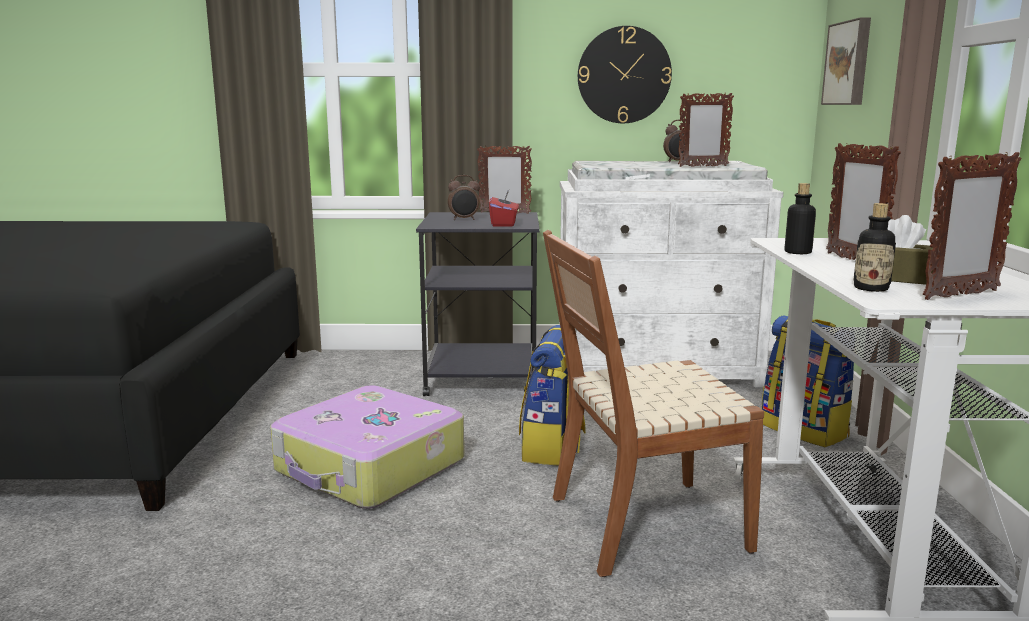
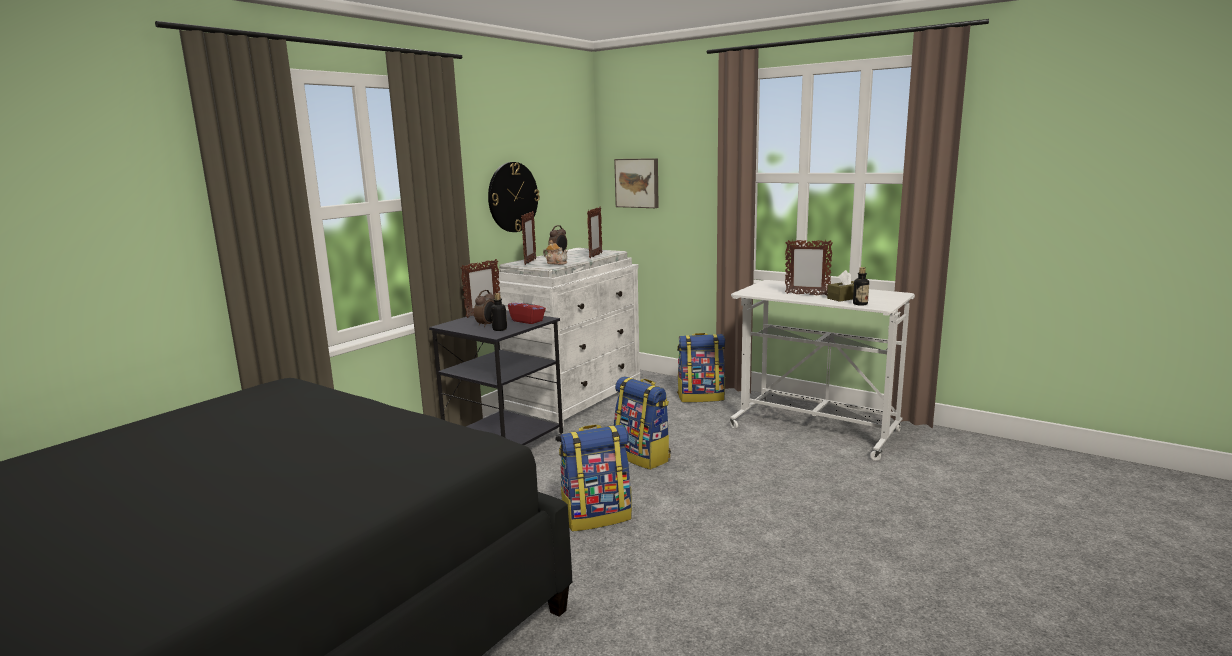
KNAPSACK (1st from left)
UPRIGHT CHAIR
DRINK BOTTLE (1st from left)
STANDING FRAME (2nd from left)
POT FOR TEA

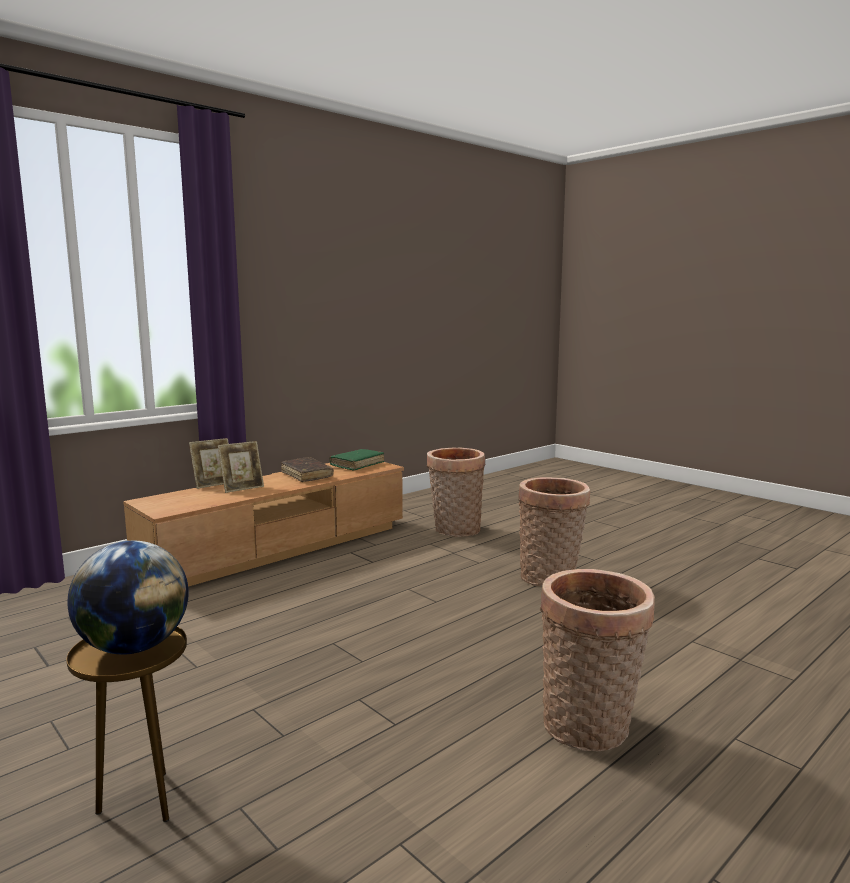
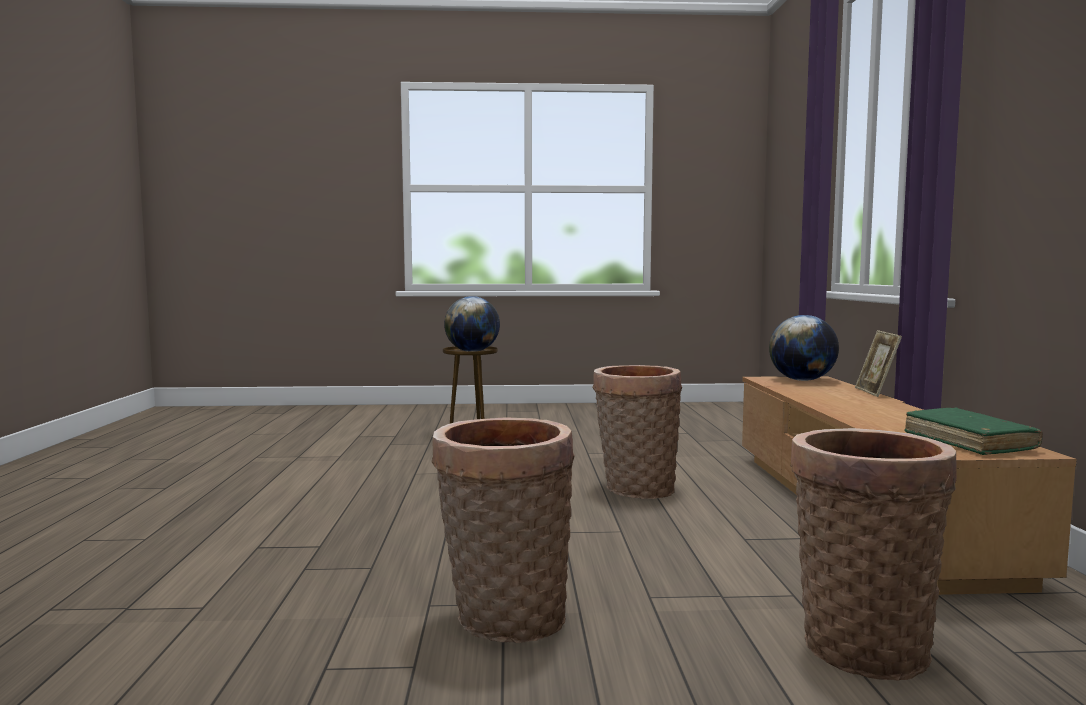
STANDING FRAME (2nd from left in the first image)
BROWN BOUND BOOK
STORAGE BASKET (2nd from left)
GLOBE (2nd from left)

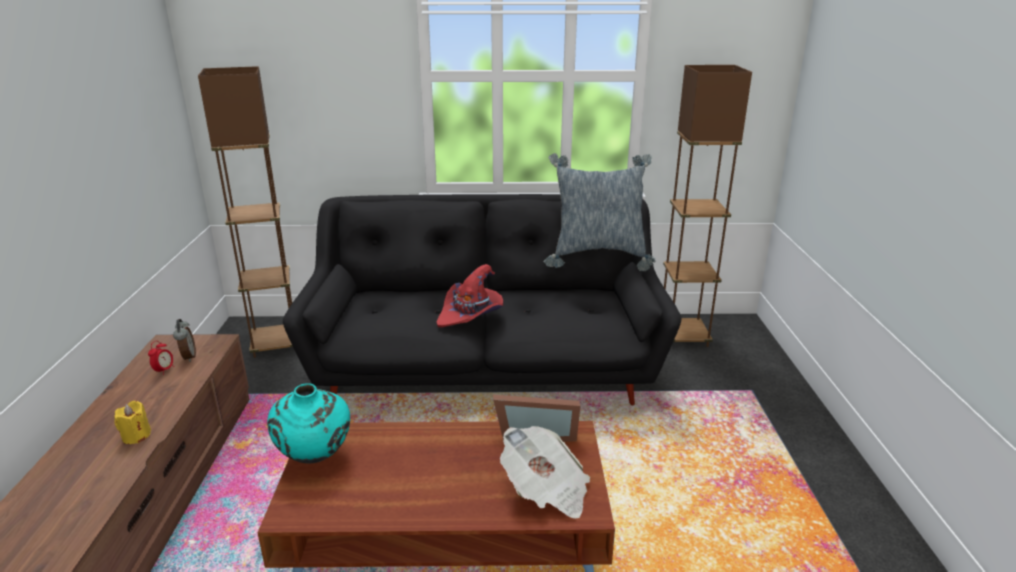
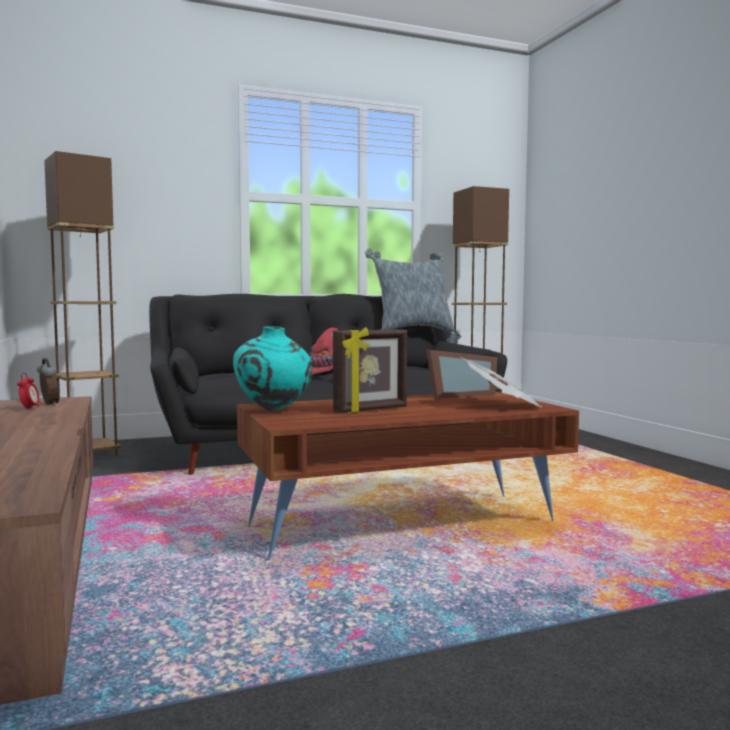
YELLOWISH WAX CANDLE
STANDING FRAME (1st from left)

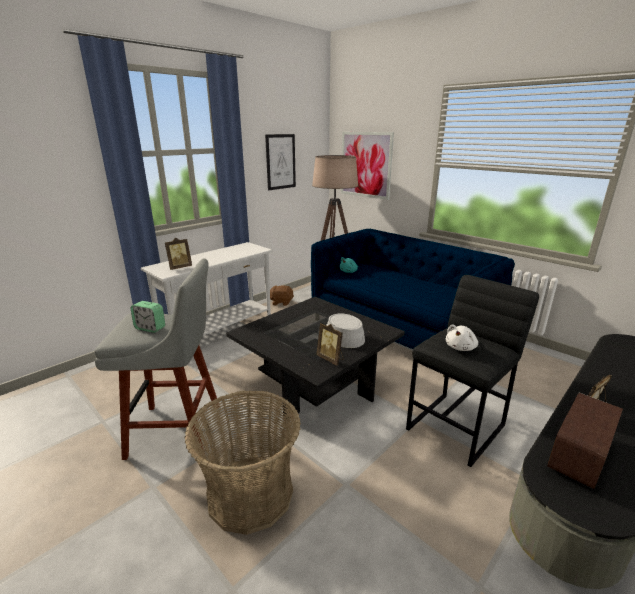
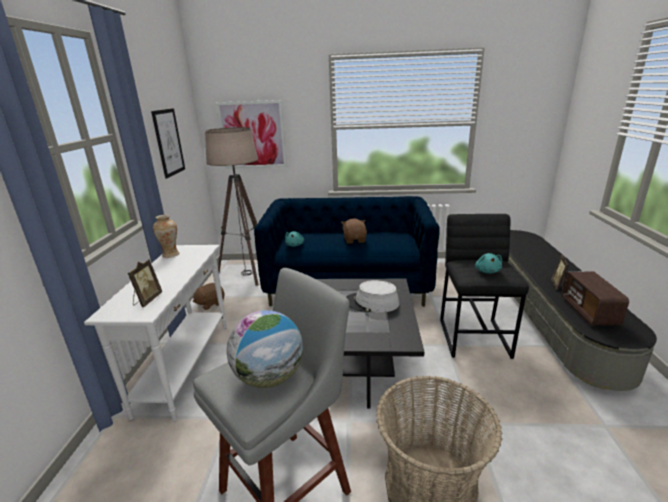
GLOBE
STANDING FRAME (2nd from left in the first image)
TURQUOISE-COLOURED SOFT TOY (2nd from left)
FLOWER VASE
BROWN SOFT TOY (2nd from left)

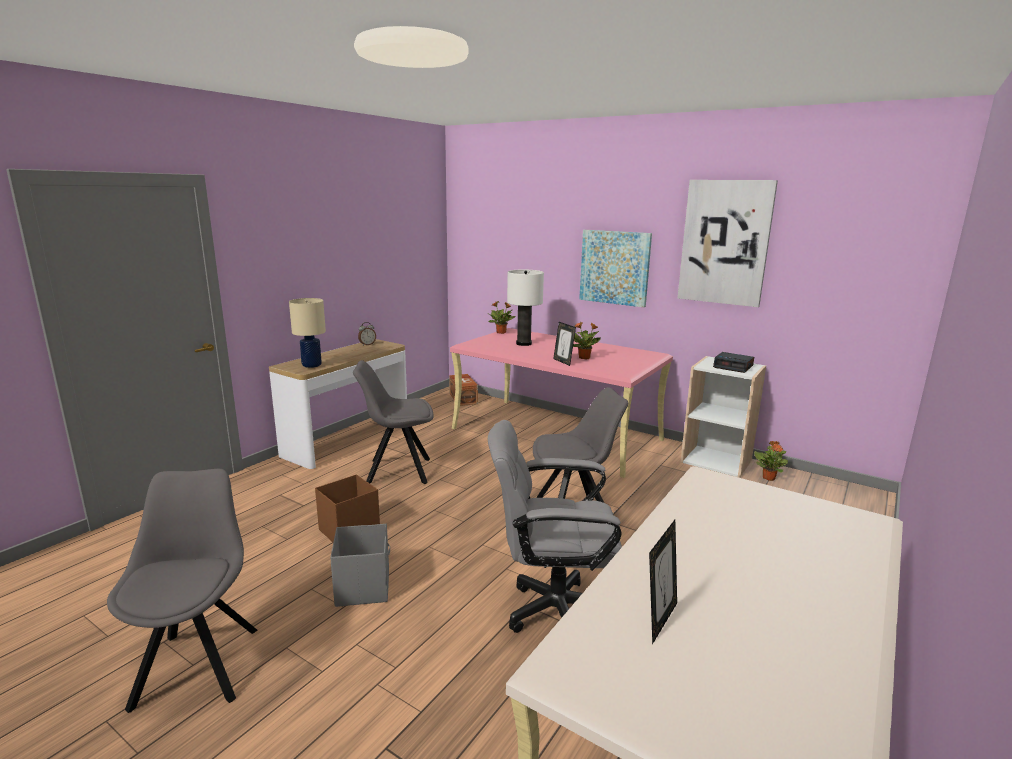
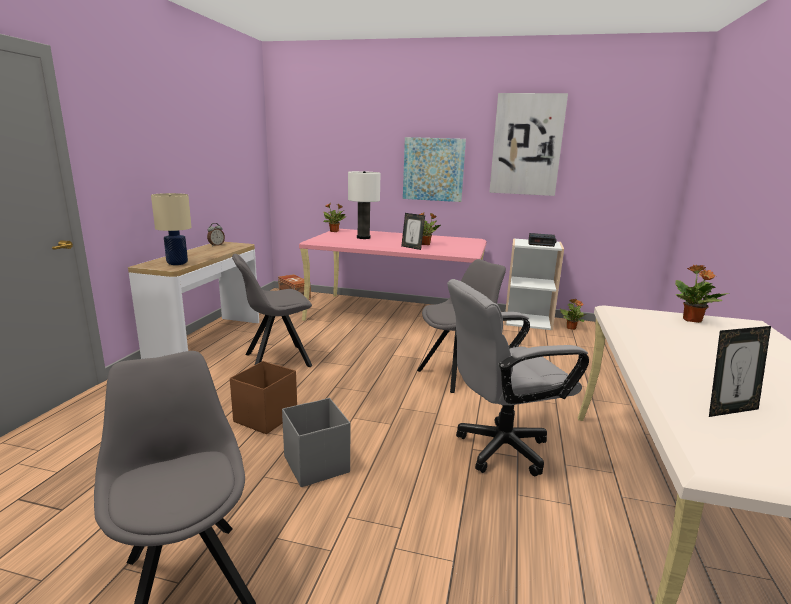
STANDING FRAME (2nd from left)
PLANT IN A POT (4th from left)

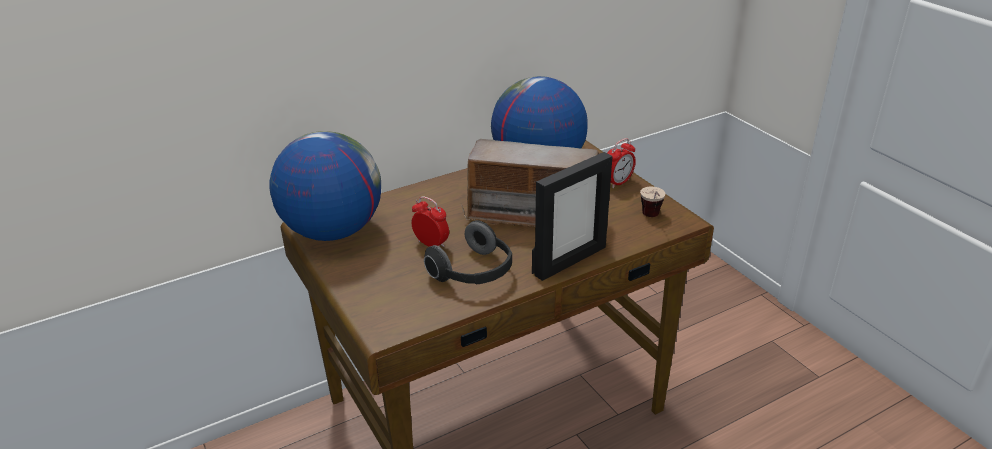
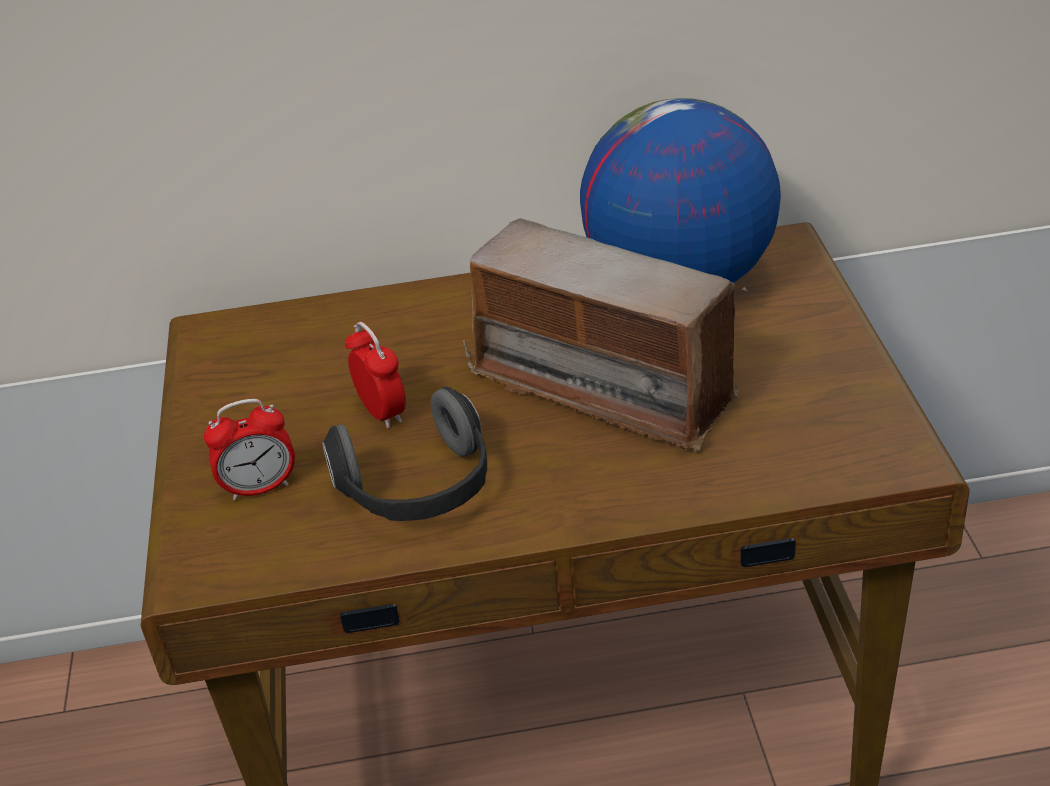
GLOBE (1st from left in the first image)
STANDING FRAME
ALARM CLOCK (1st from left)
DRINKING CUP

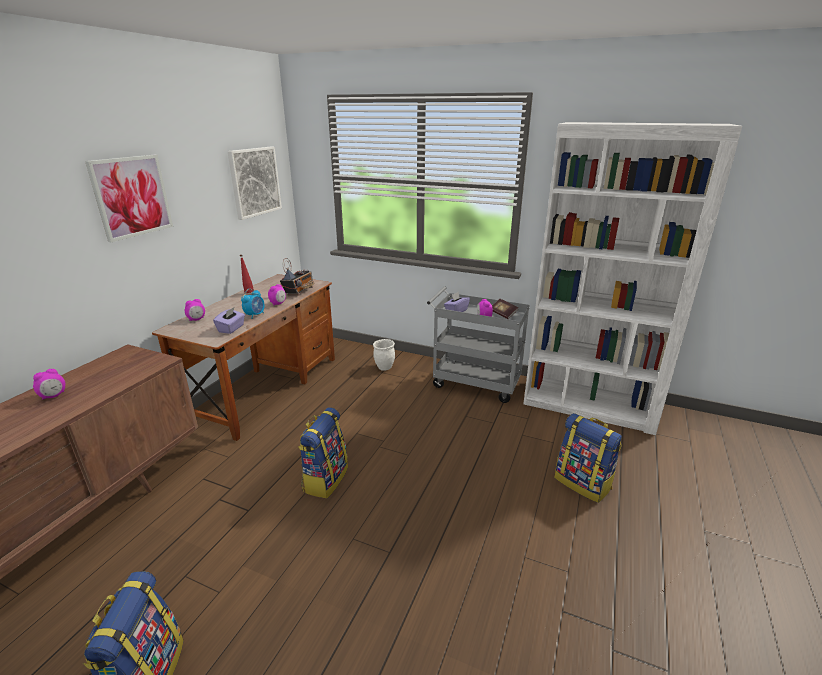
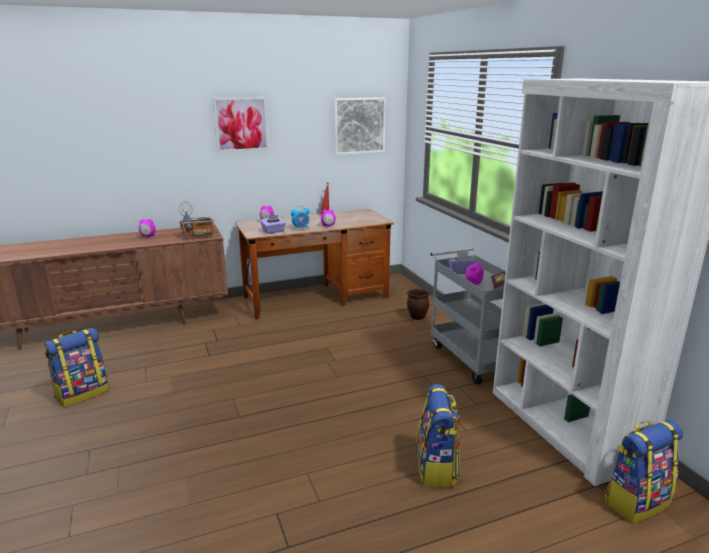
RADIO SET
KNAPSACK (3rd from left)
BROWN PLANTER

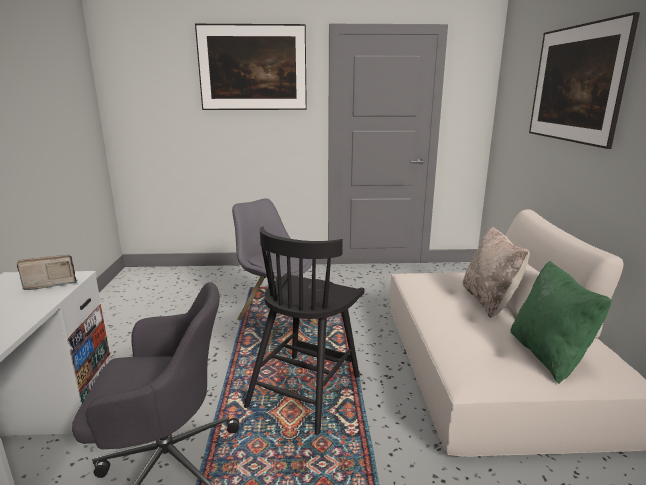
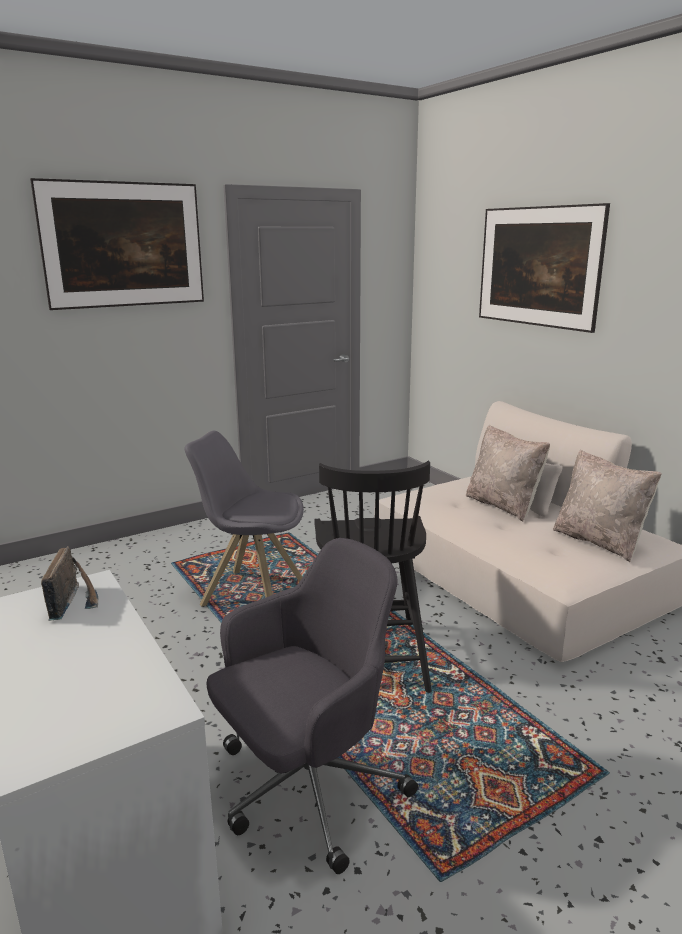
RADIO SET
BEIGE-COLOURED CUSHION (2nd from left)

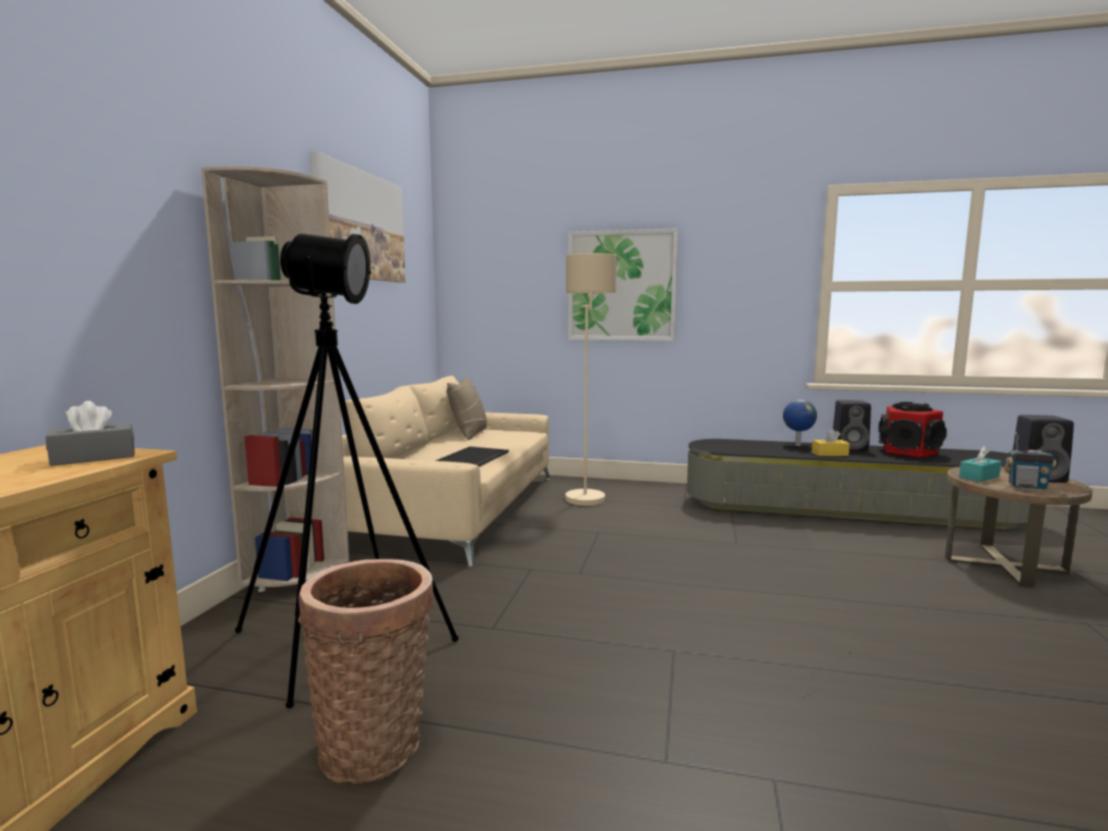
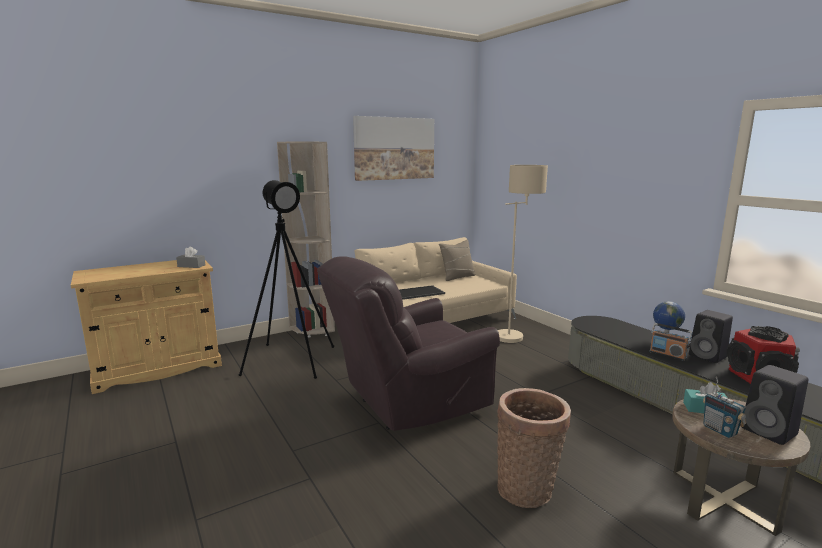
STORAGE BASKET
WALL PICTURE (2nd from left in the first image)
RADIO SET (1st from left)
BROWN EASY CHAIR

